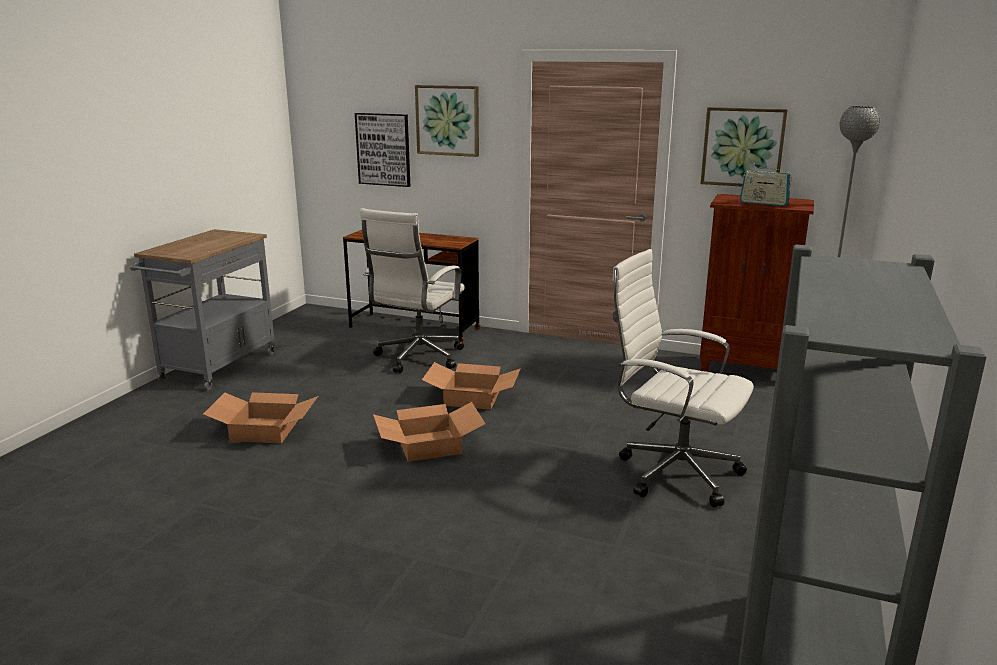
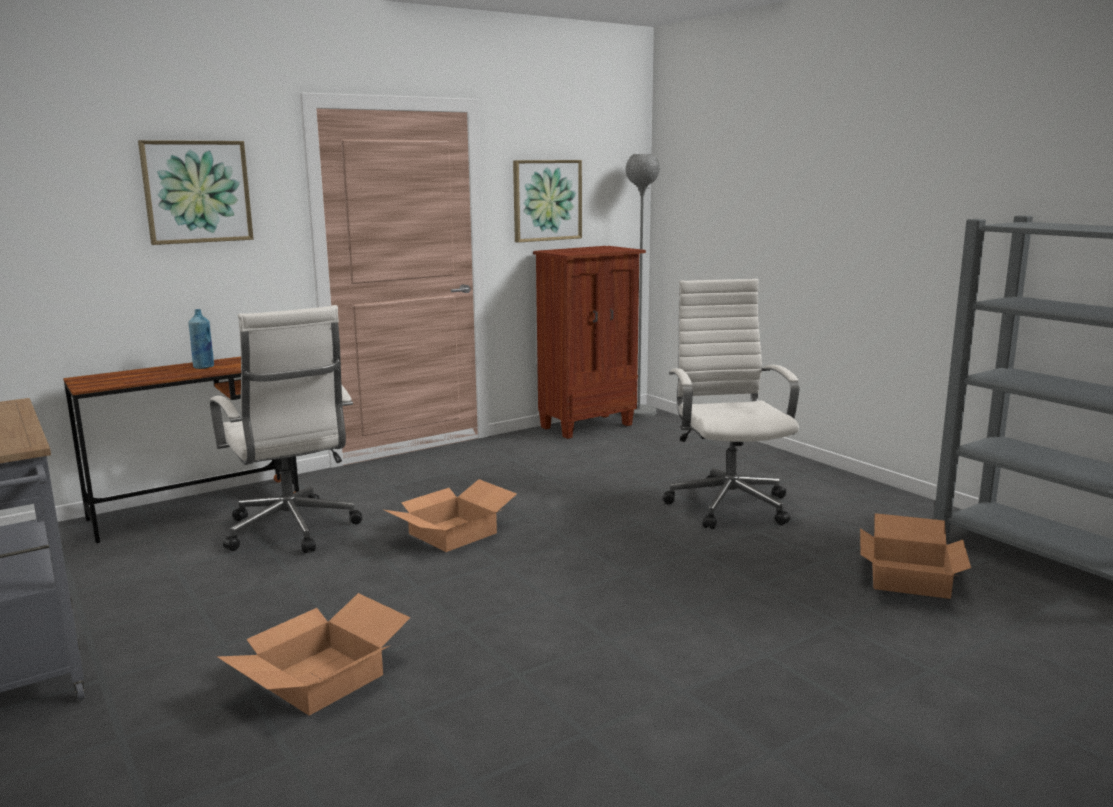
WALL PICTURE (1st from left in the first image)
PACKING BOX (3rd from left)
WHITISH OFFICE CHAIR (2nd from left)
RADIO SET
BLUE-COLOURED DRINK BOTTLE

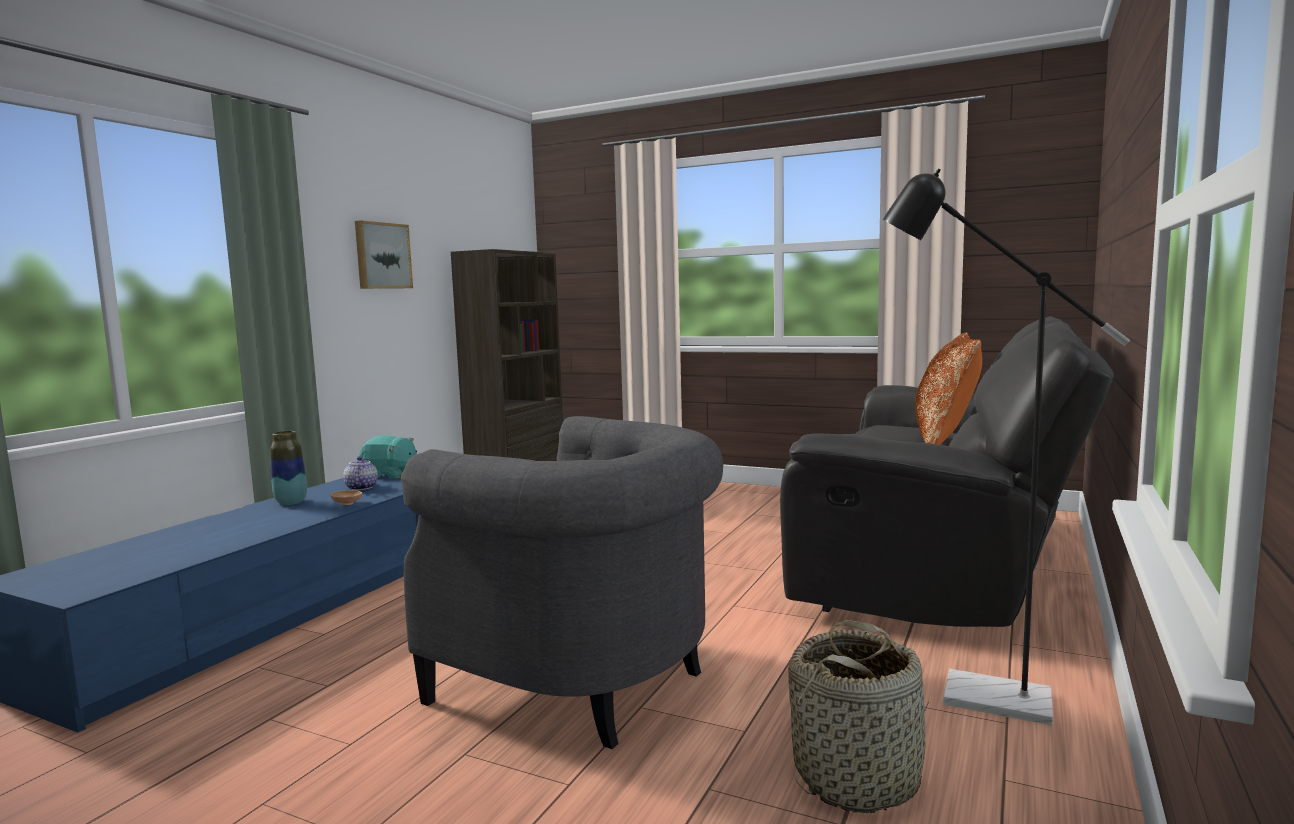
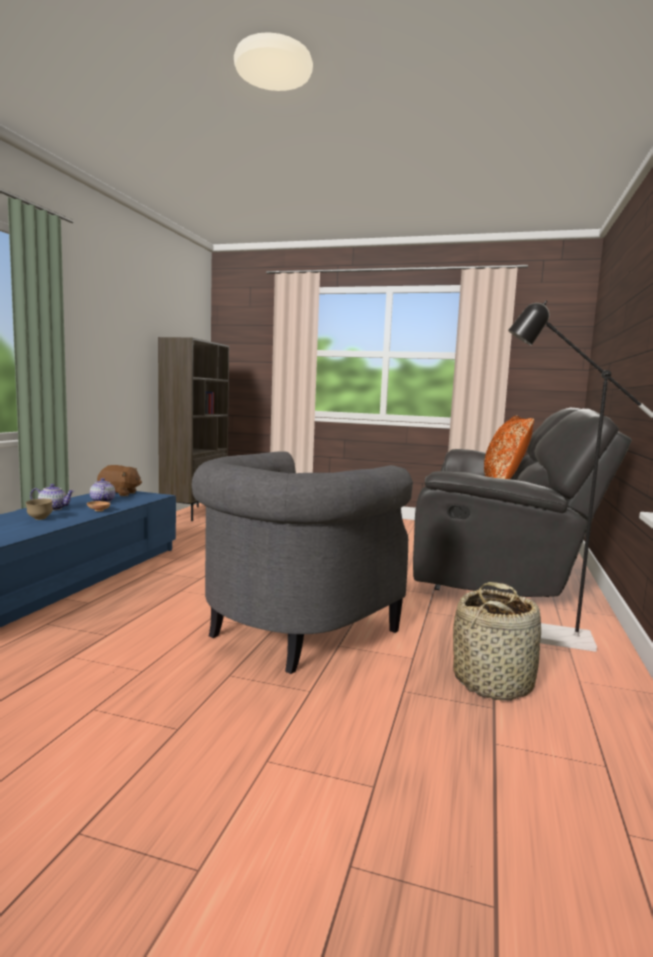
POT FOR TEA (1st from left)
WALL PICTURE
BROWN SOFT TOY
GRAY EASY CHAIR
BROWN SERVING BOWL (1st from left)

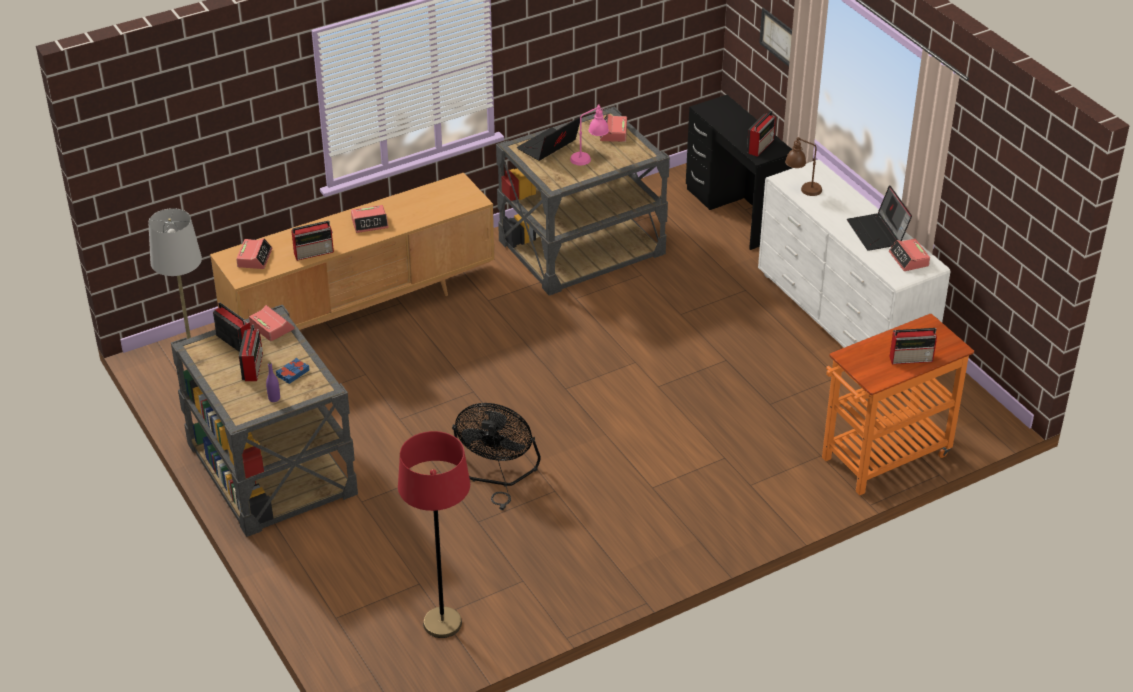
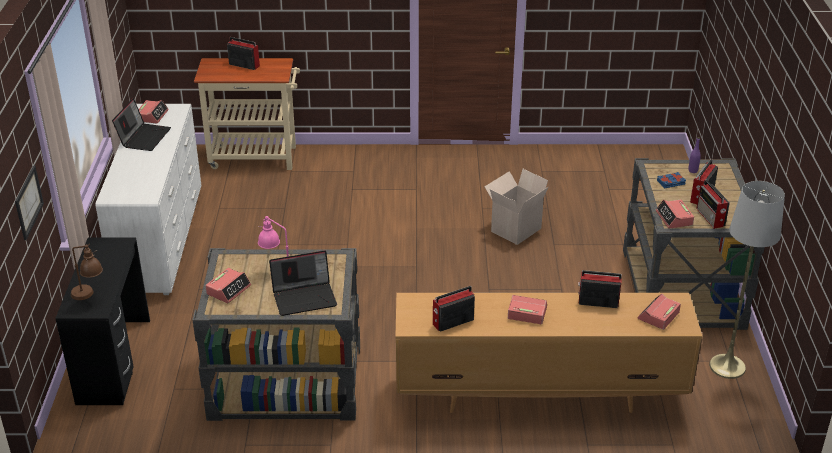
REDDISH STANDARD LAMP
PACKING BOX
RADIO SET (2nd from left)
BROWN LAMP FOR A TABLE
BEIGE-COLOURED WHEELED CART

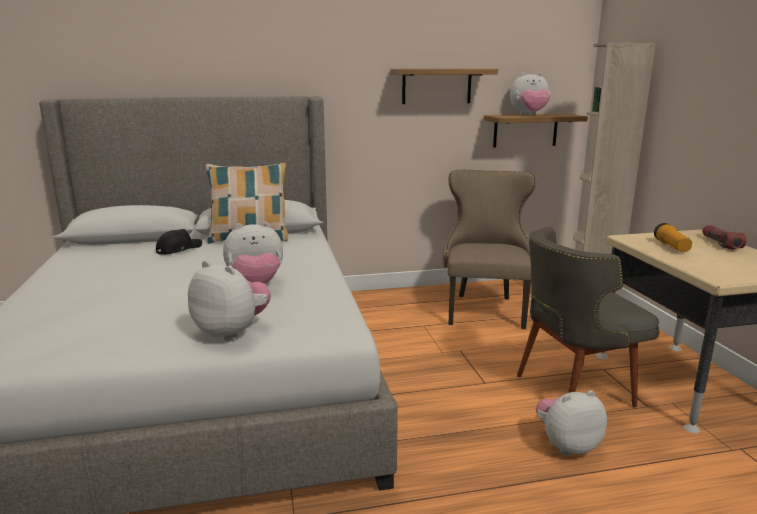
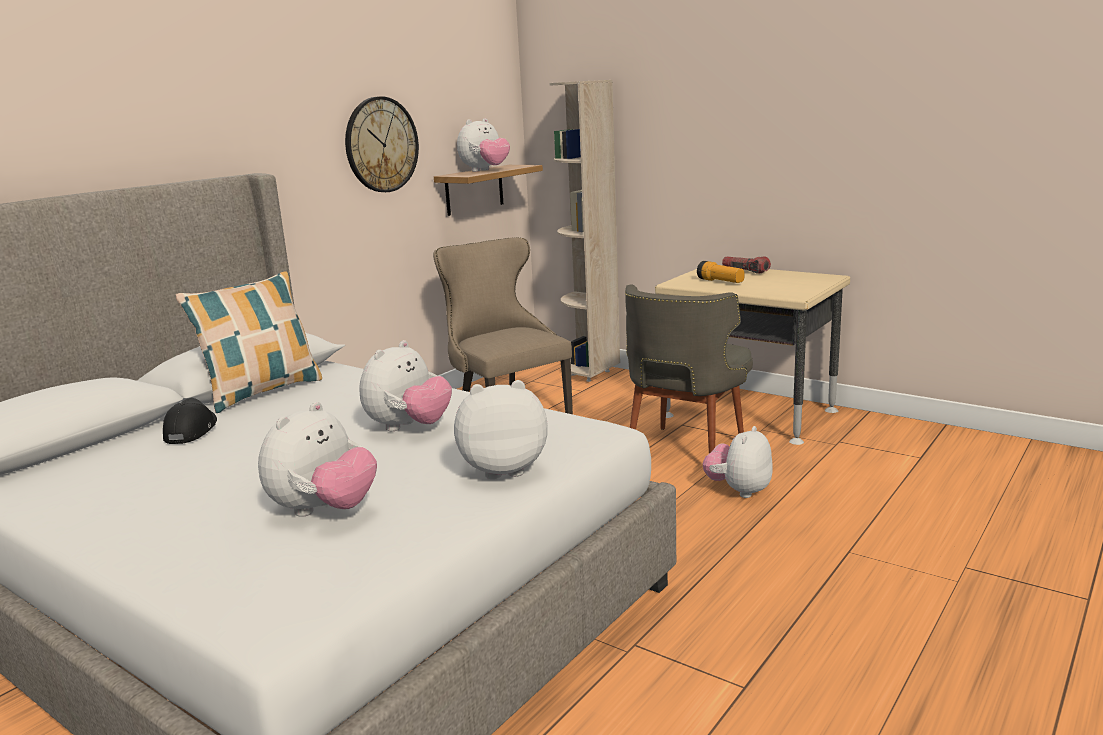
CLOCK ON THE WALL
SOFT TOY (1st from left)

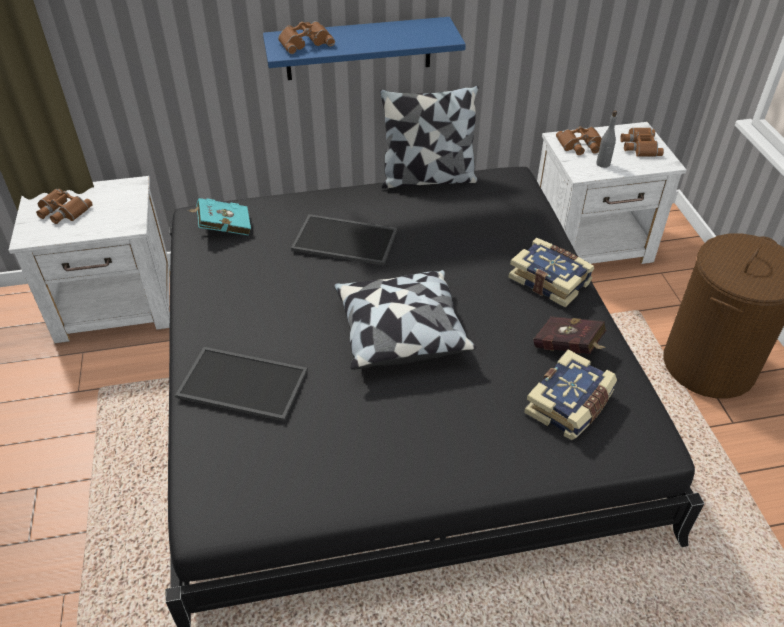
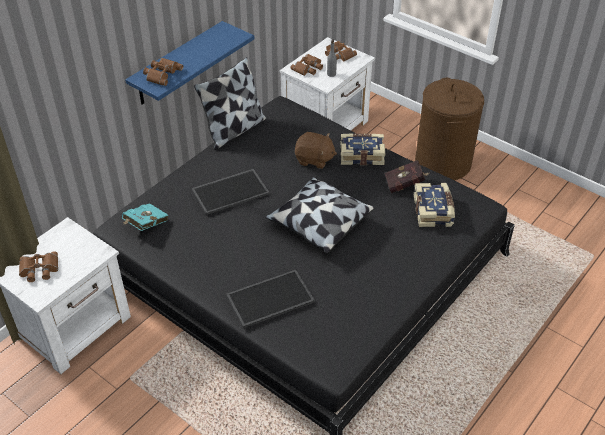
BROWN SOFT TOY

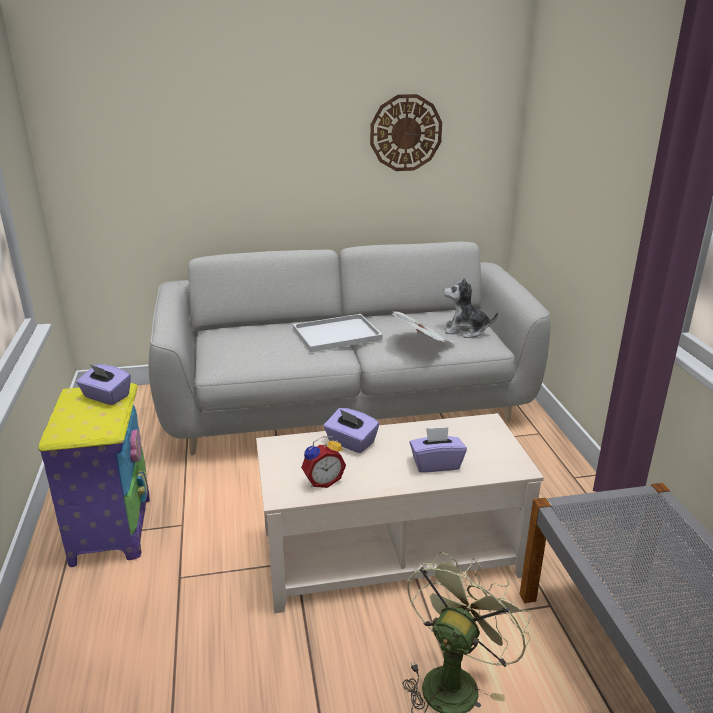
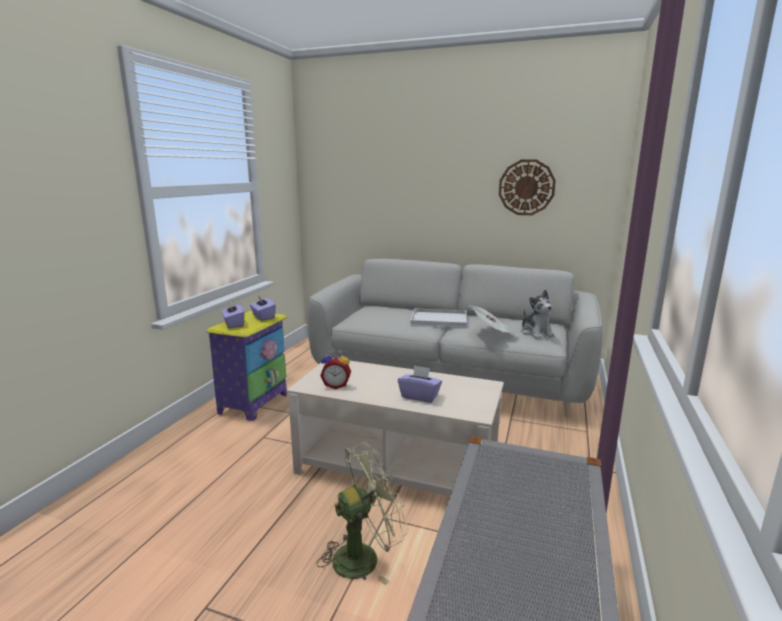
PURPLISH TISSUE BOX (1st from left)
SOFT TOY

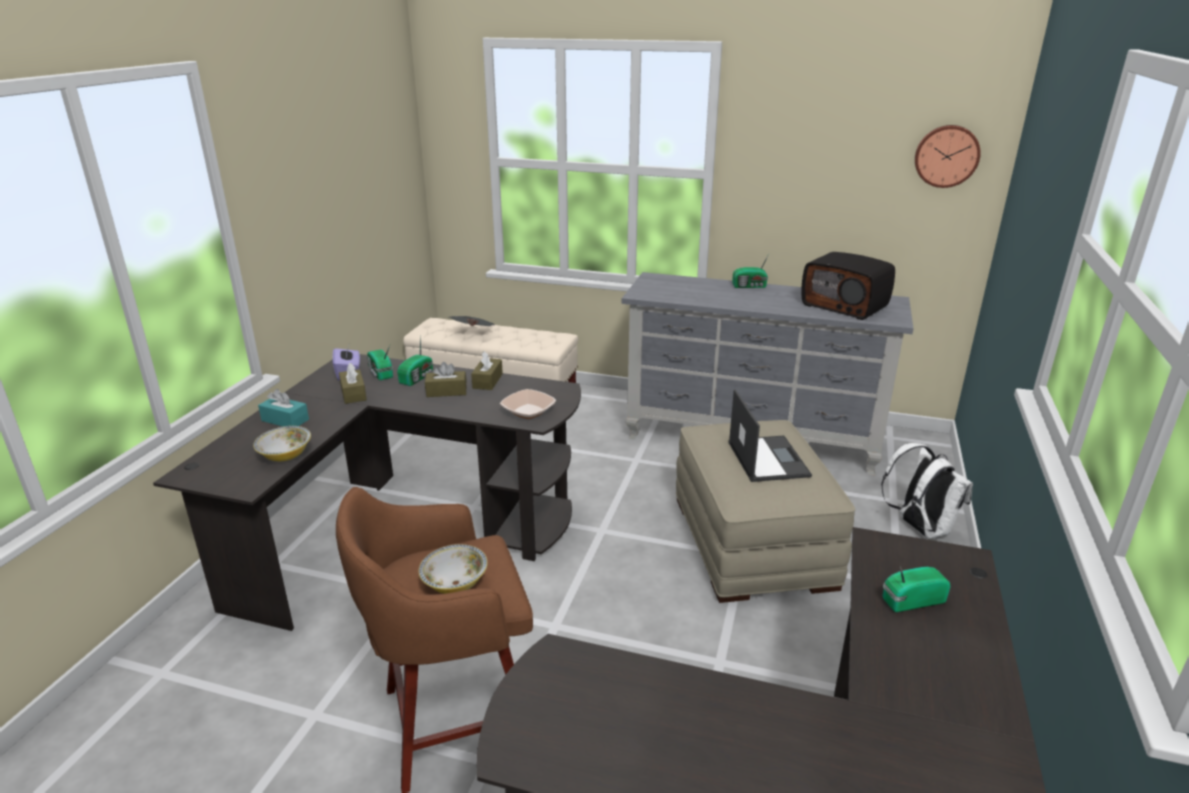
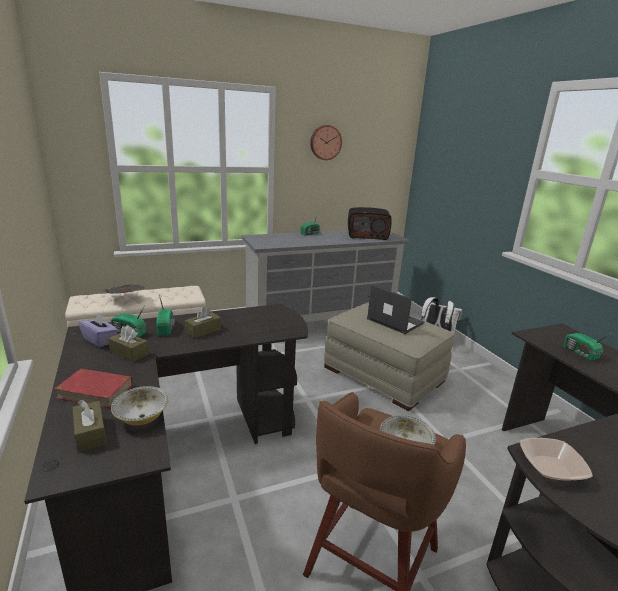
REDDISH BOUND BOOK
BROWN TISSUE BOX (1st from left)
SERVING BOWL (3rd from left)
RADIO SET (5th from left)
CLOCK ON THE WALL

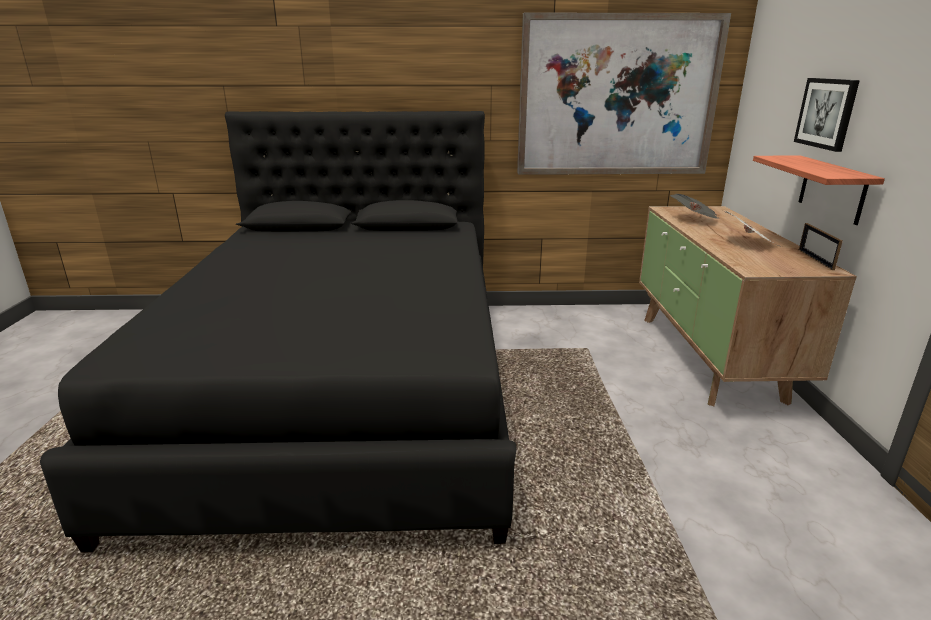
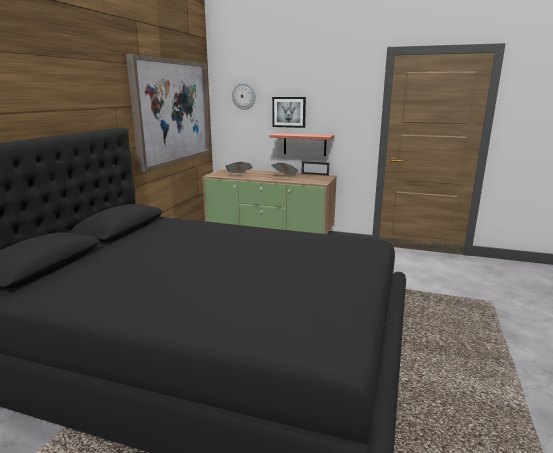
CLOCK ON THE WALL

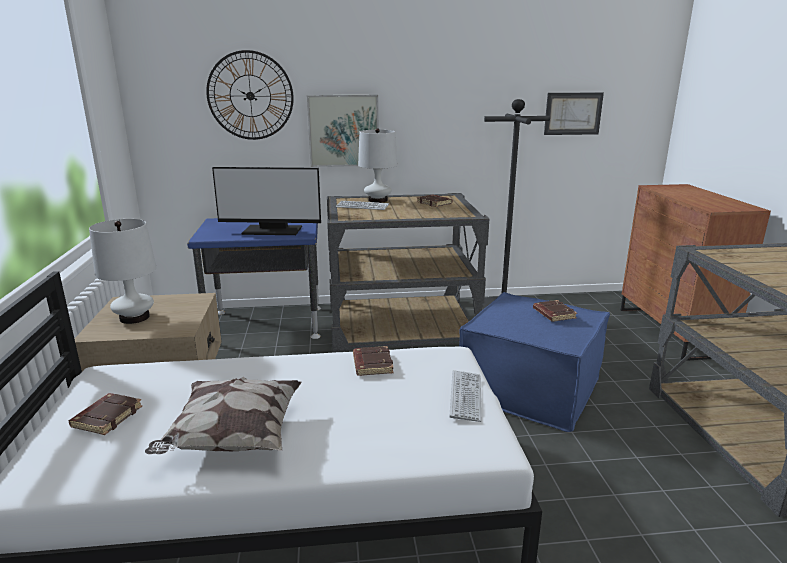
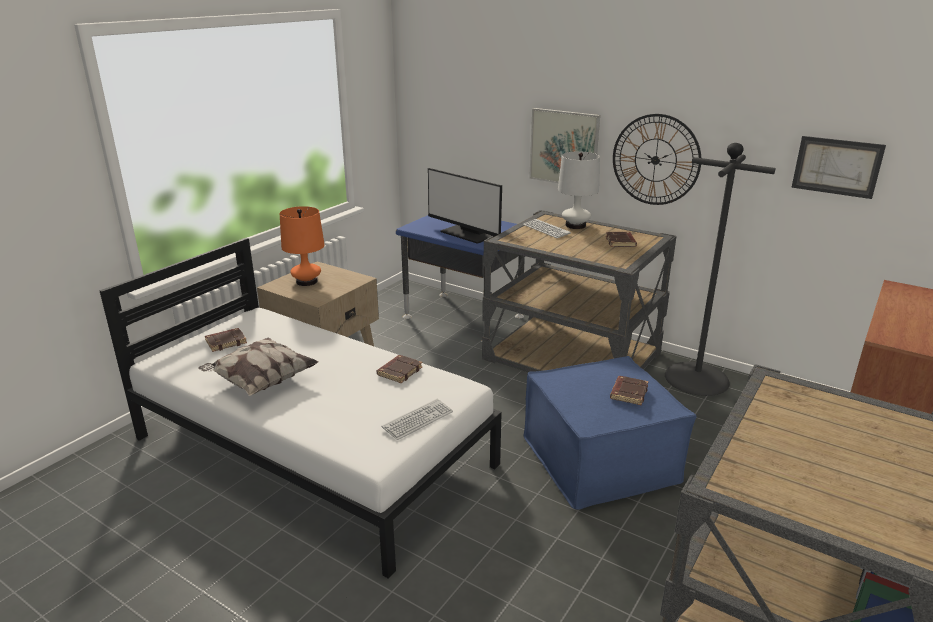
ORANGE-COLOURED LAMP FOR A TABLE
CLOCK ON THE WALL

